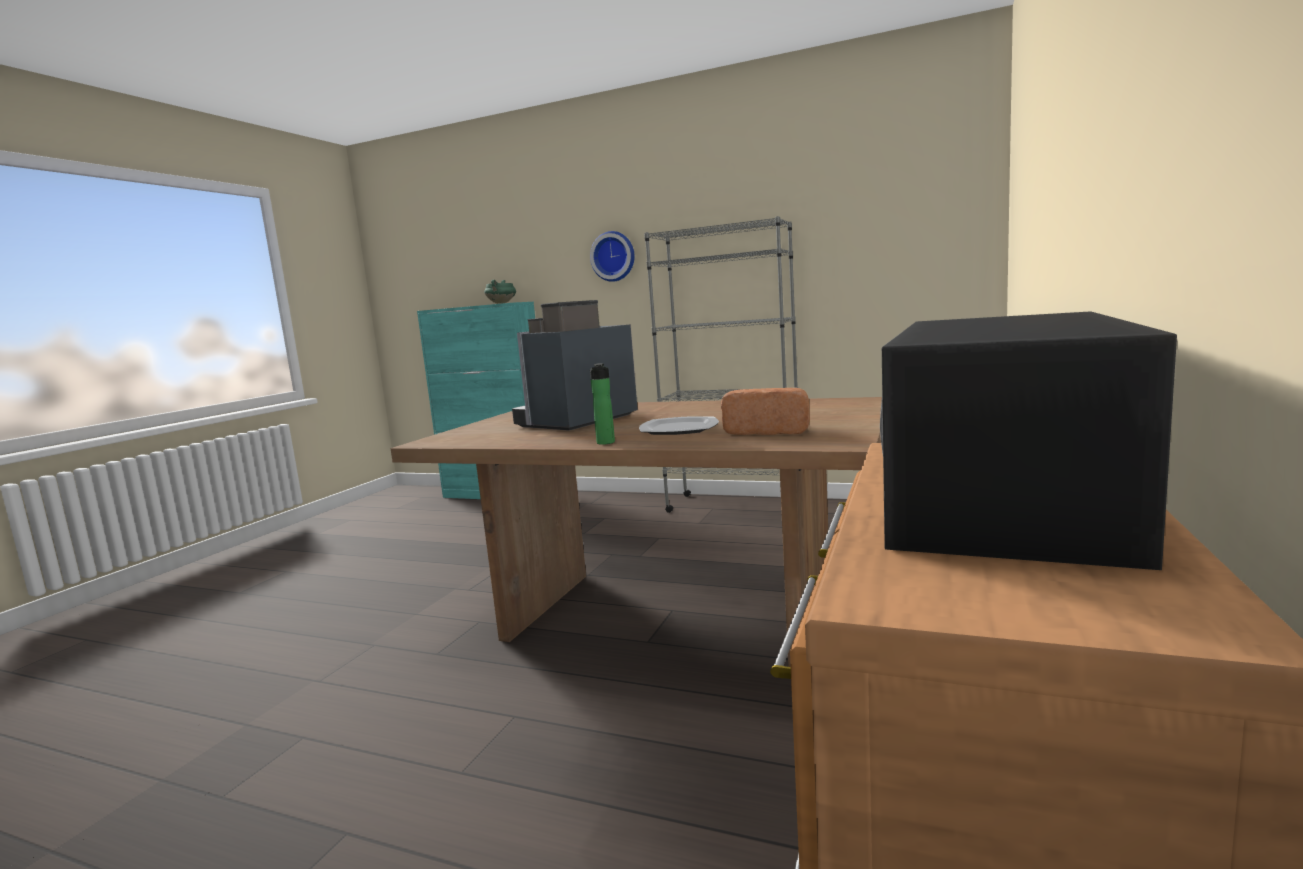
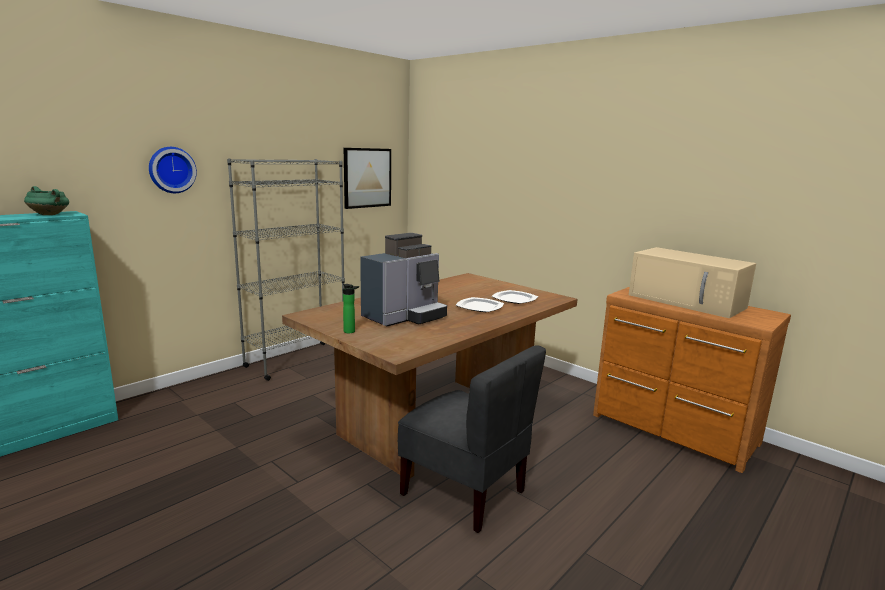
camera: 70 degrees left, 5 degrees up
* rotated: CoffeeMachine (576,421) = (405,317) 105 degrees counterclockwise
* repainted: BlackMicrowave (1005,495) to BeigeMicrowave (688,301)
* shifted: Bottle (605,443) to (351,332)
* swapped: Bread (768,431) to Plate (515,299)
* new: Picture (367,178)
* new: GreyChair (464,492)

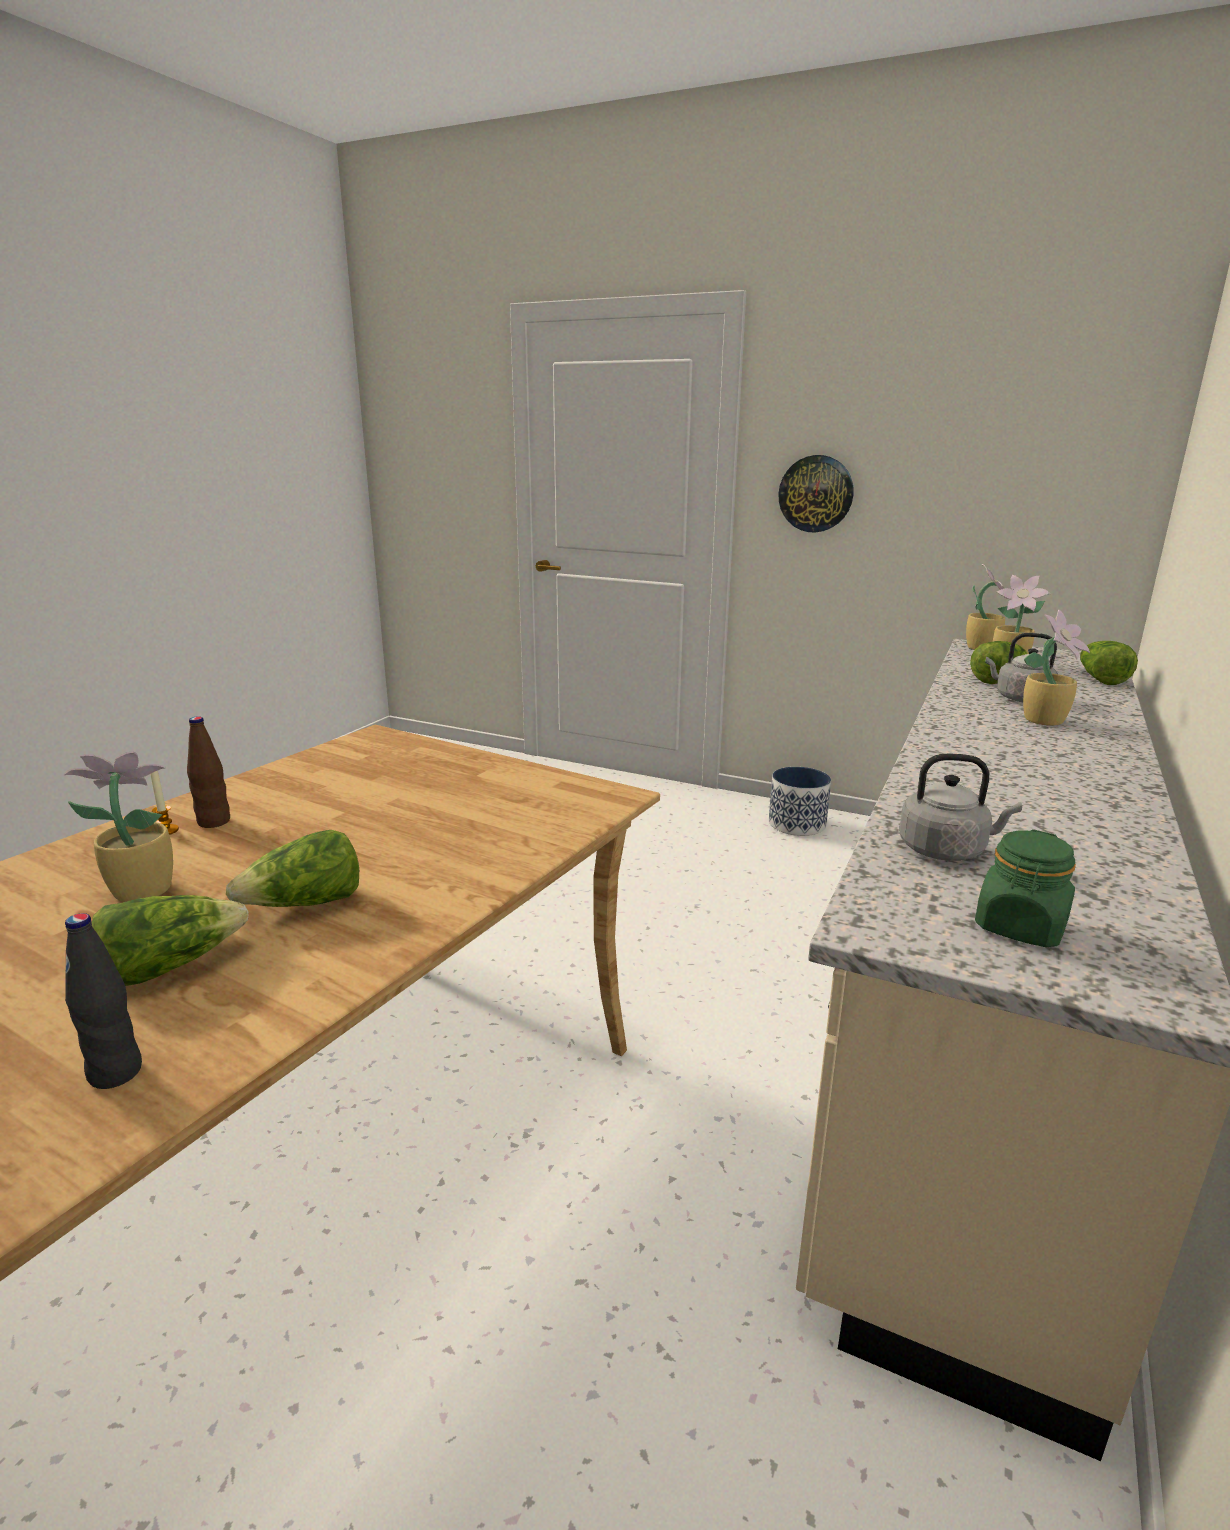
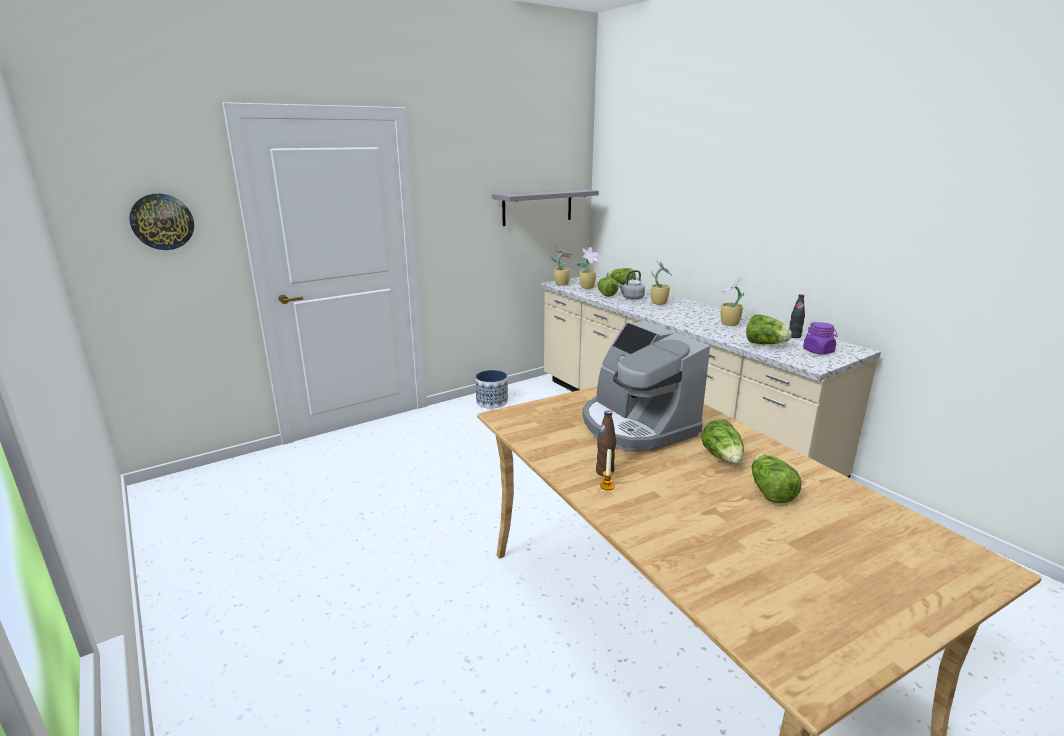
camera: 60 degrees left, 0 degrees up
* shifted: WallClock (816,494) to (162,221)
* shifted: PottedPlant (140,891) to (729,324)
* swapped: GreyKettle (946,850) to Lettuce (764,344)
* repainted: GreenJar (1020,927) to PurpleJar (818,351)
* shifted: BlackBottle (115,1073) to (794,336)
* new: GreyShelf (537,207)
* new: CoffeeMachine (636,426)

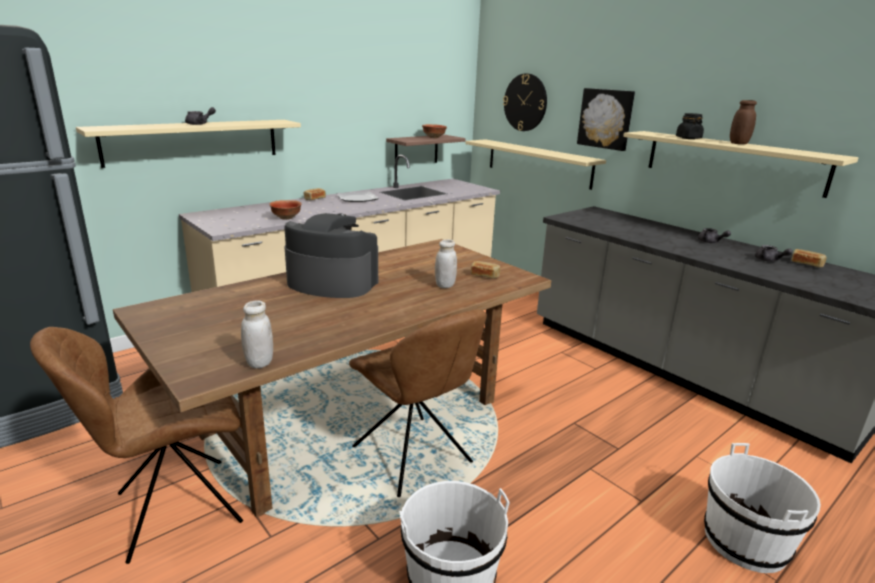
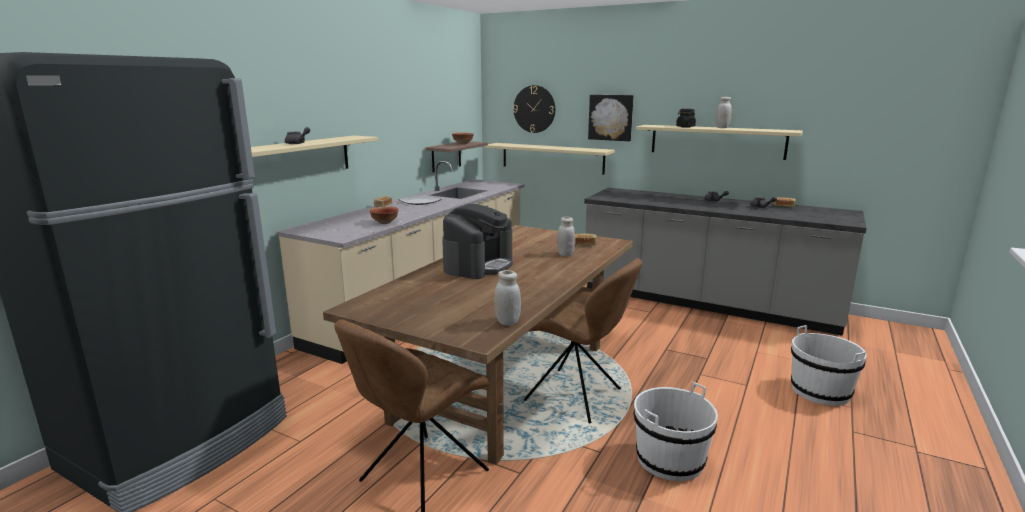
camera: 20 degrees left, 5 degrees down
* repainted: BrownJar (738,143) to WhiteJar (722,128)
* rotated: CoffeeMachine (331,283) = (478,265) 120 degrees clockwise

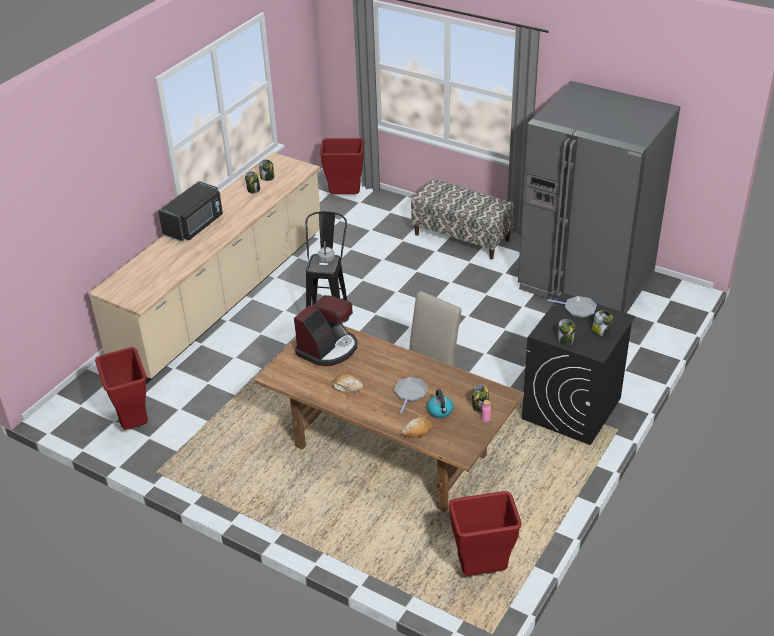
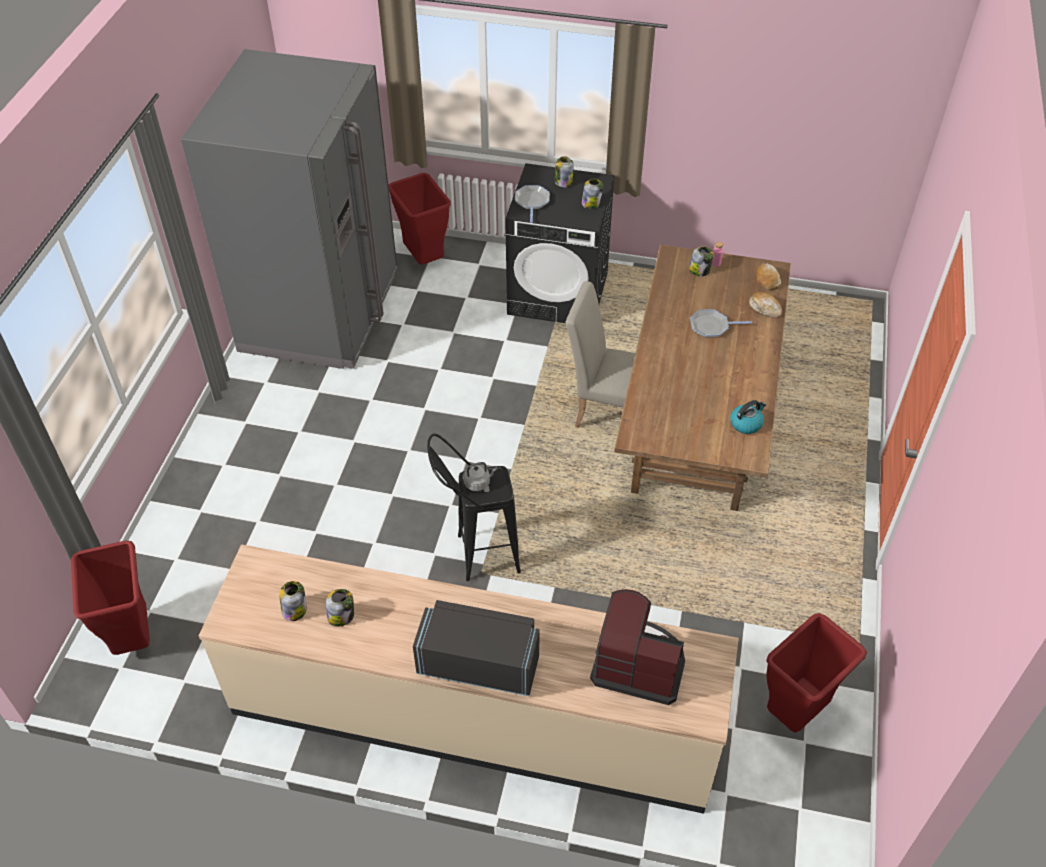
camera: 110 degrees left, 10 degrees up
* gone: Bench (462,237)
* shifted: CoffeeMachine (328,348) to (638,664)
* shifted: Bread (347,386) to (767,280)
* shifted: Kettle (440,411) to (746,423)
* shifted: RedTrashCan (481,571) to (425,260)

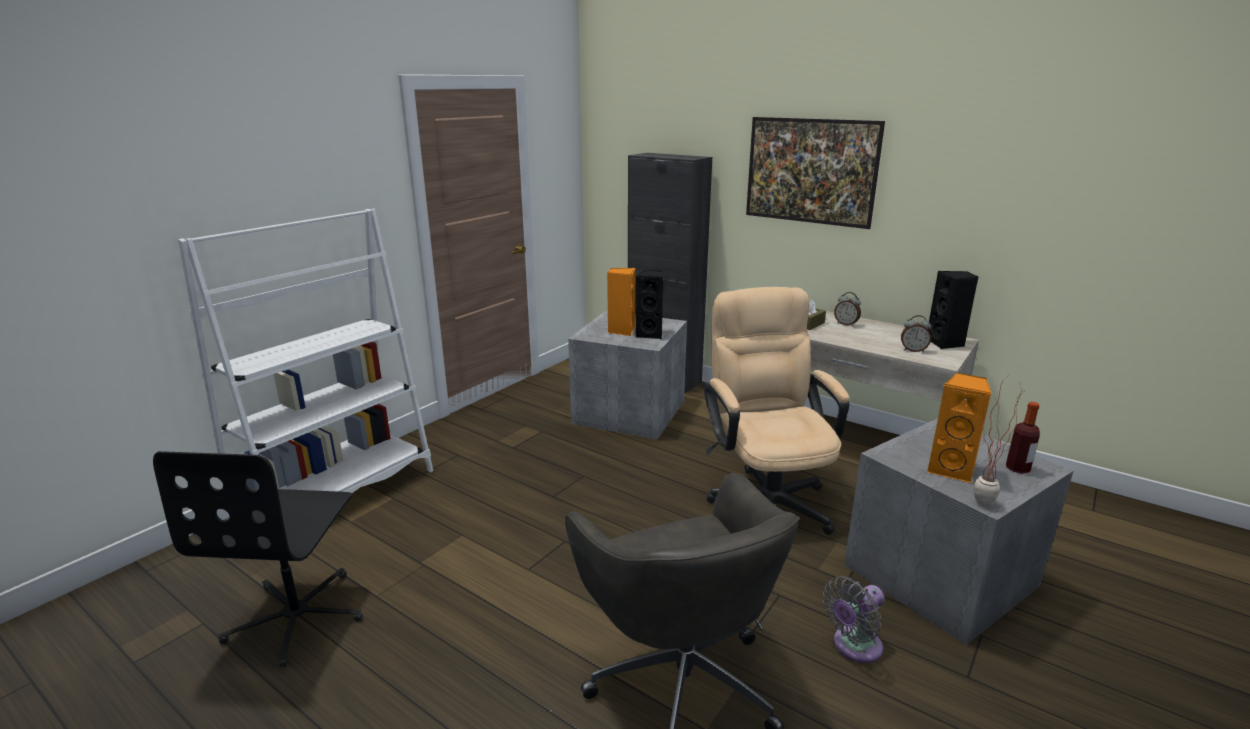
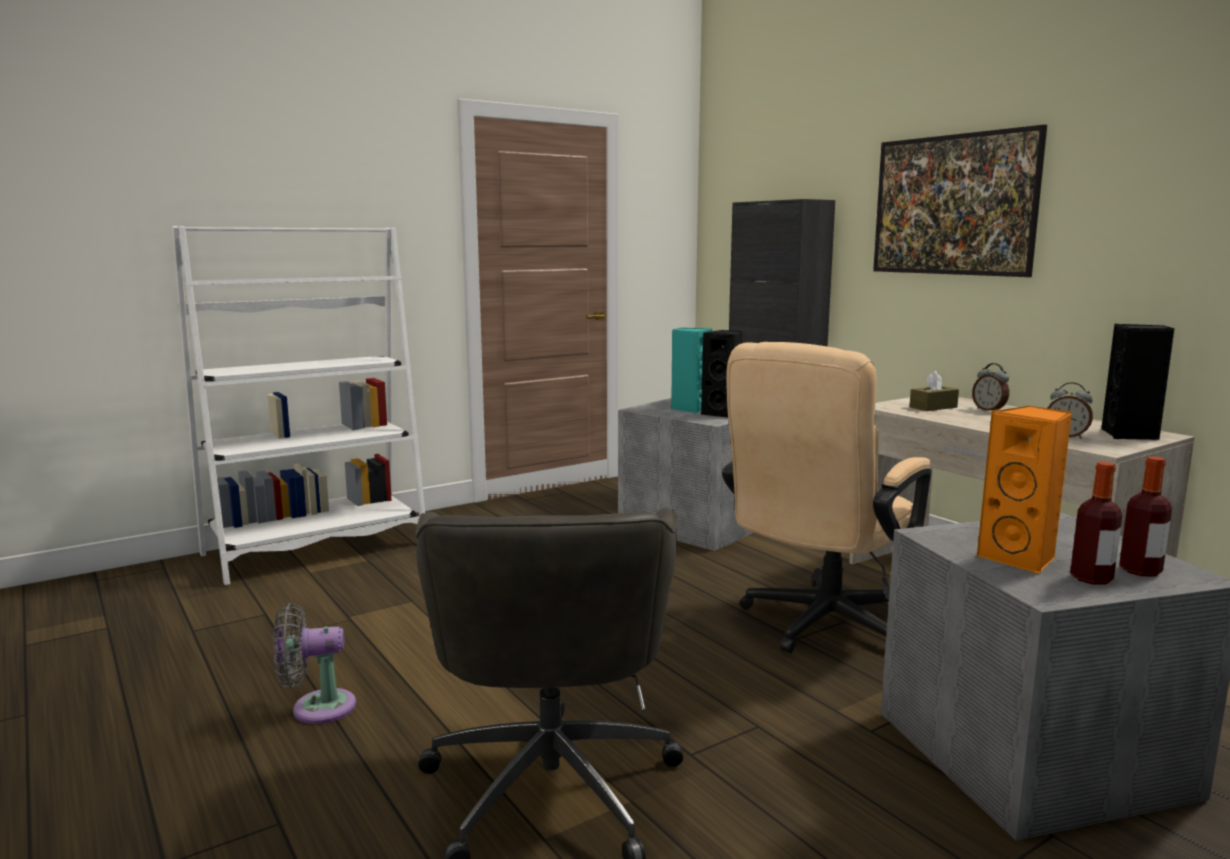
camera: 20 degrees right, 10 degrees down
* repainted: OrangeSpeaker (621,330) to TurquoiseSpeaker (690,408)
* rotated: BeigeOfficeChair (766,497) = (819,626) 150 degrees counterclockwise
* gone: PottedPlant (976,504)
* gone: BlackOfficeChair (298,616)
* shifted: GreyFan (854,646) to (317,708)
* new: Bottle (1091,578)

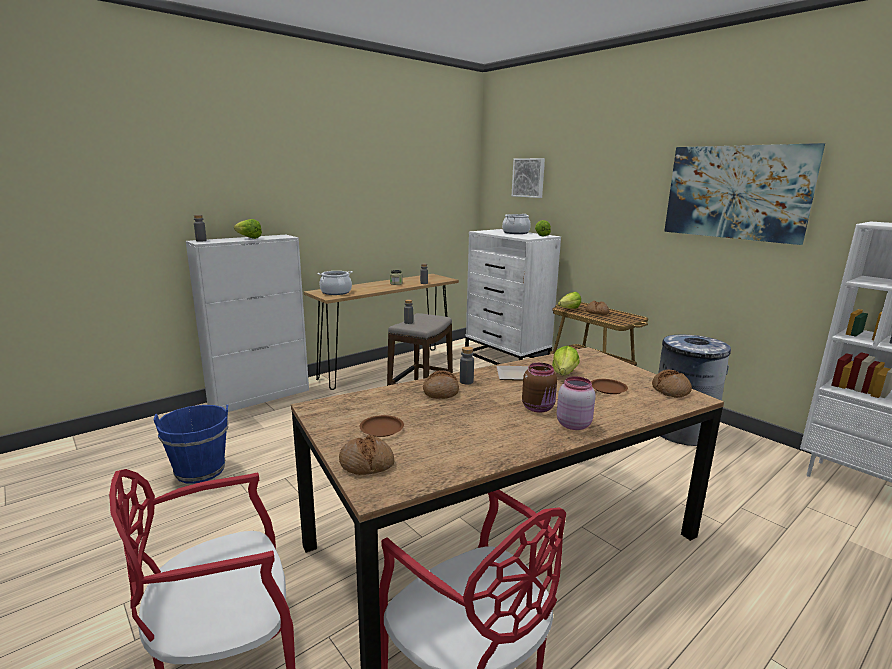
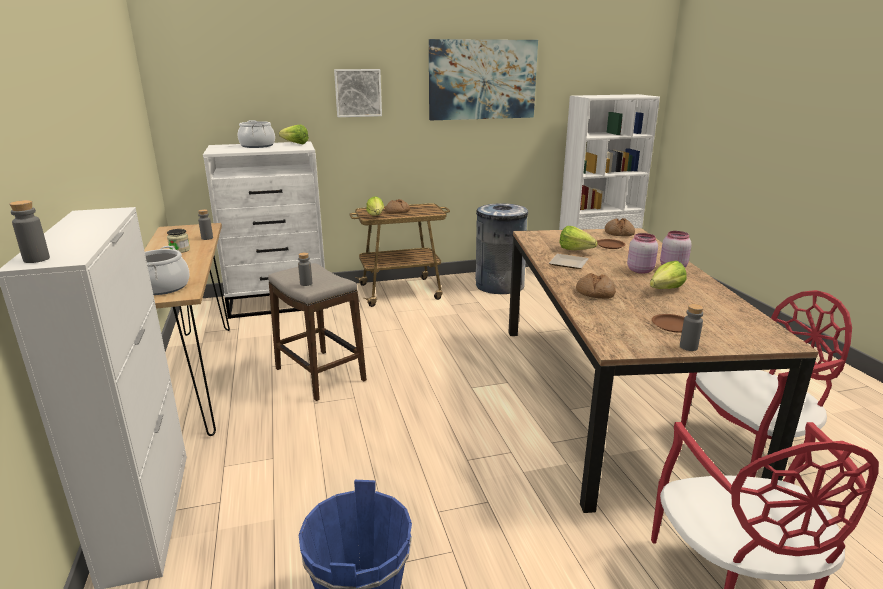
camera: 65 degrees left, 5 degrees up
* shifted: Picture (529,178) to (358,93)
* shifted: Lettuce (247,238) to (662,290)
* shifted: GreyBottle (466,381) to (688,347)
* repainted: BrownJar (539,408) to PinkJar (640,270)
* gone: Bread (366,463)

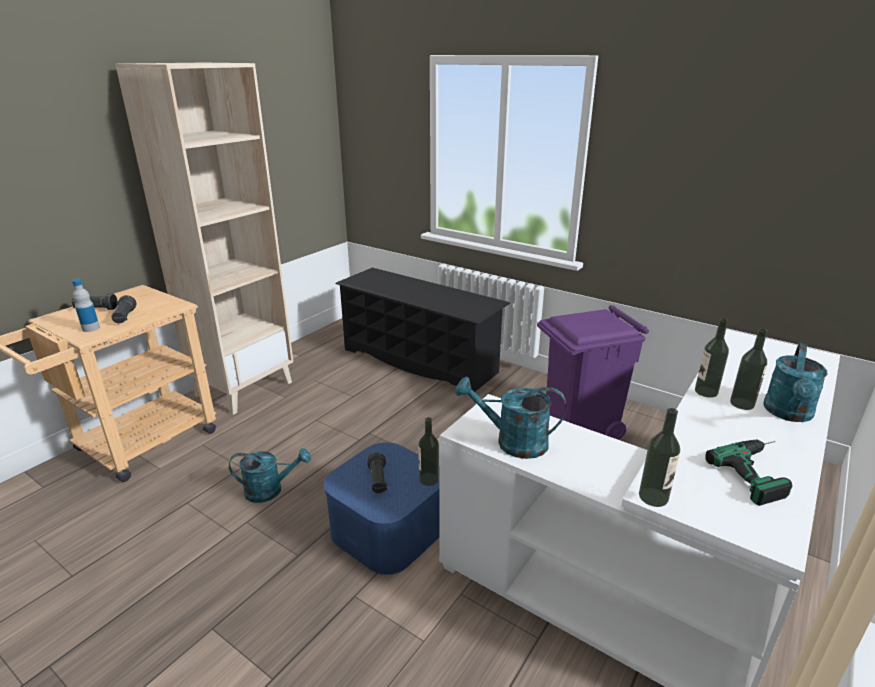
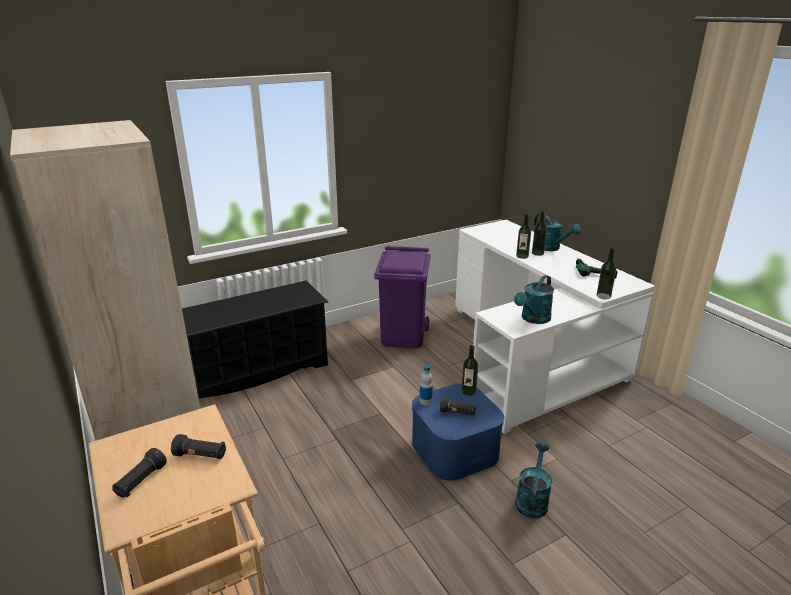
camera: 65 degrees left, 0 degrees up
* shifted: Bottle (91,328) to (425,401)
* shifted: TurquoiseWateringCan (270,490) to (532,499)

